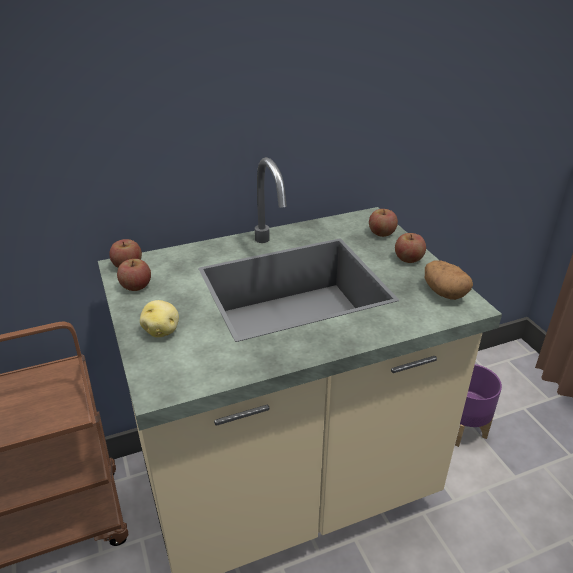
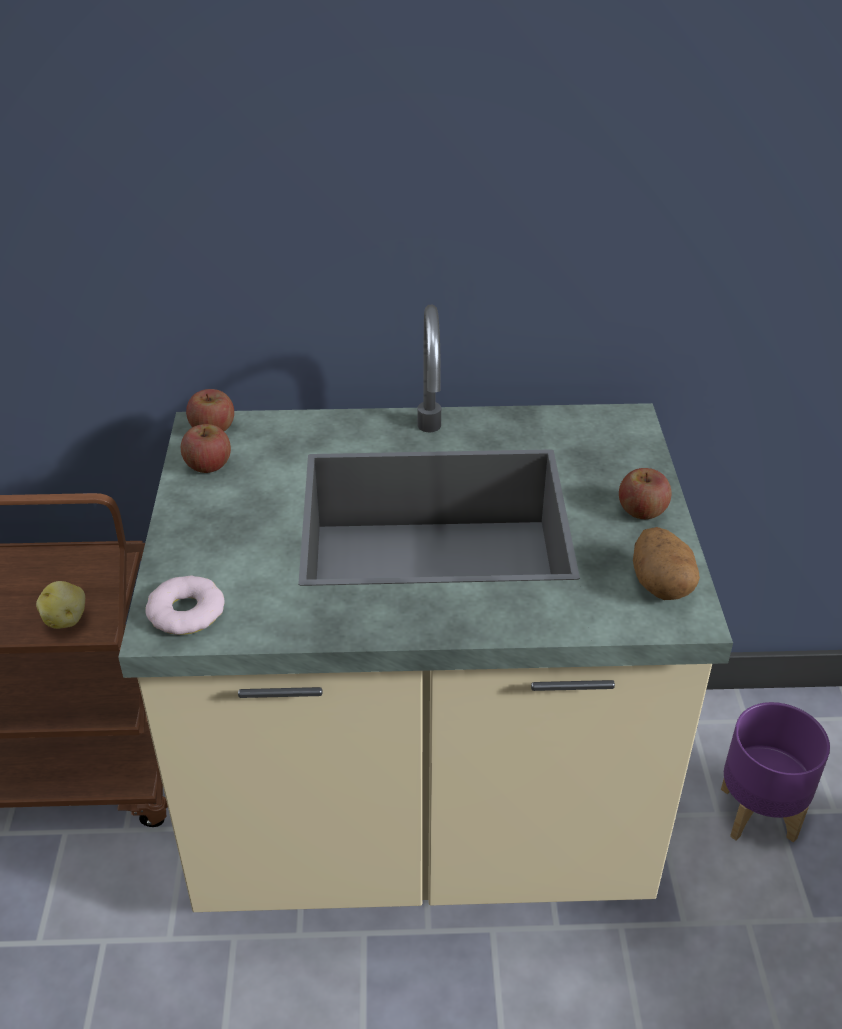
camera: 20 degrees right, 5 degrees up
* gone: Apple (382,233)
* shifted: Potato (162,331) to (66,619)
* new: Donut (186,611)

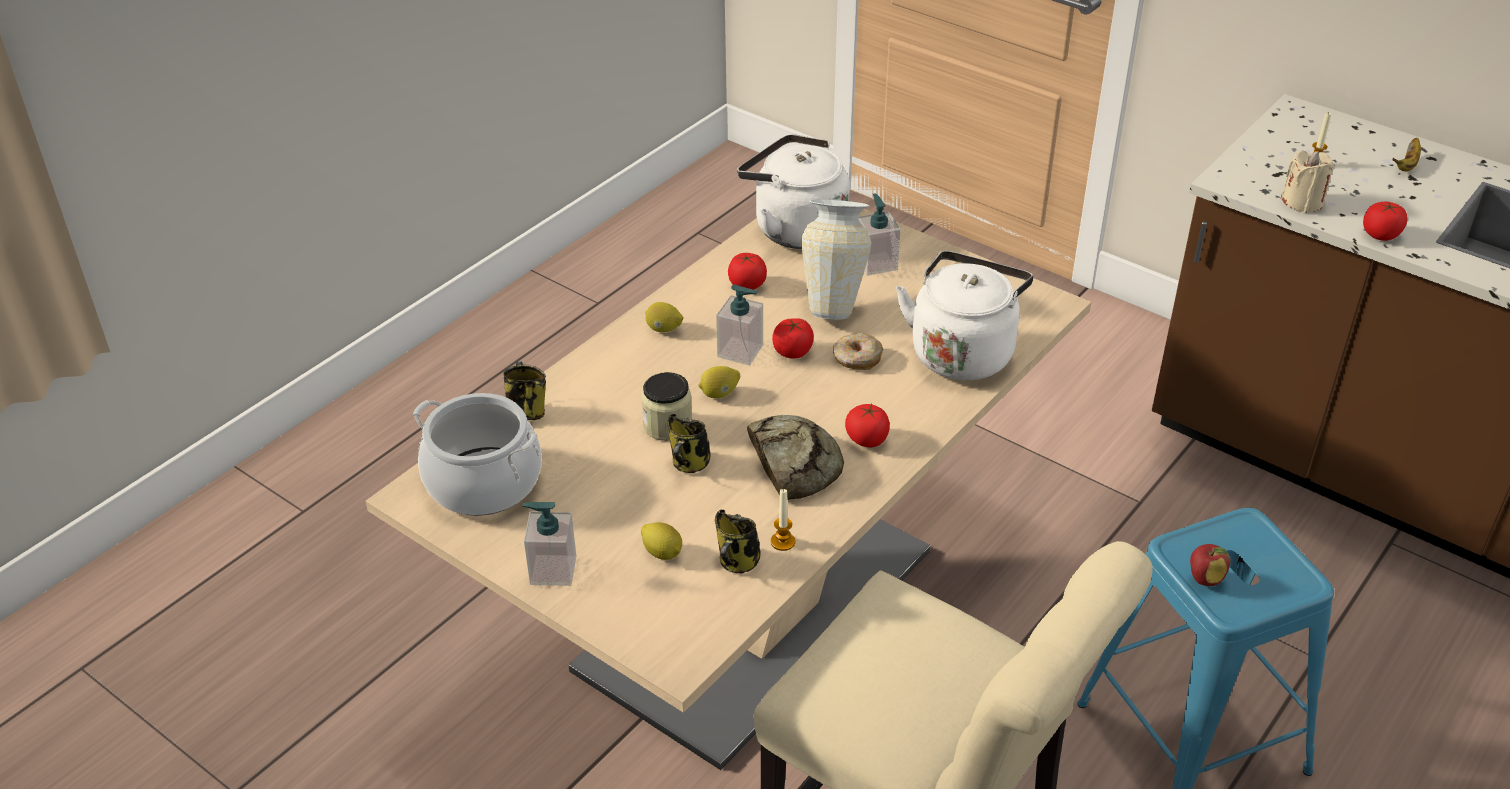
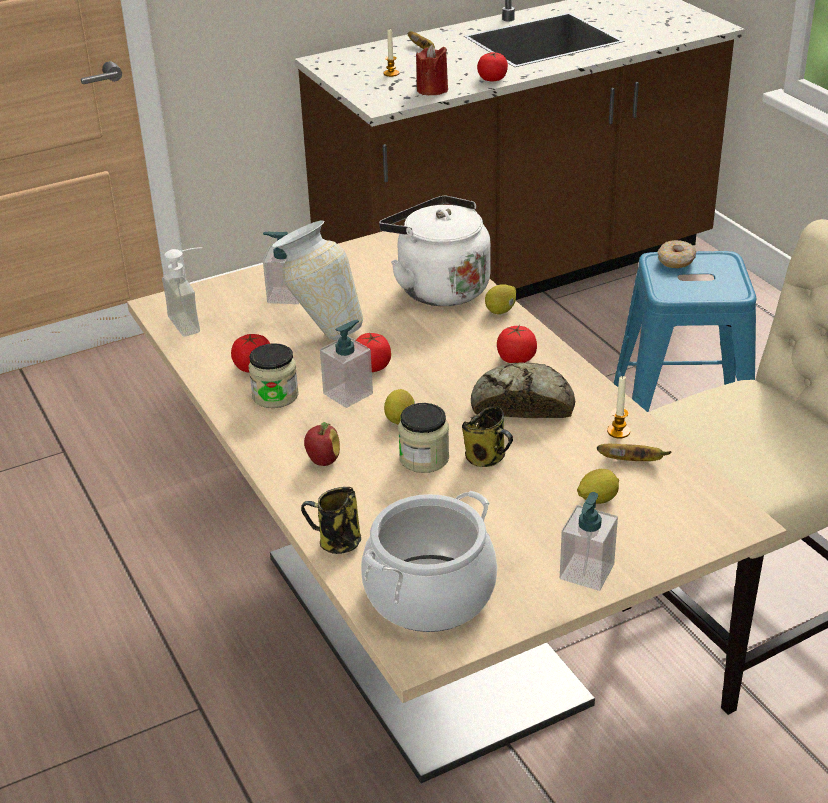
camera: 65 degrees left, 5 degrees down
* swapped: WhiteKettle (795,228) to SoapDispenser (193,322)
* repainted: BeigeCandle (1302,202) to RedCandle (432,90)
* shifted: Lemon (663,329) to (501,311)
* shifted: Donut (857,359) to (676,261)
* swapped: Mug (737,563) to Banana (632,461)
* shifted: Apple (1205,579) to (323,461)
* new: Jar (275,395)

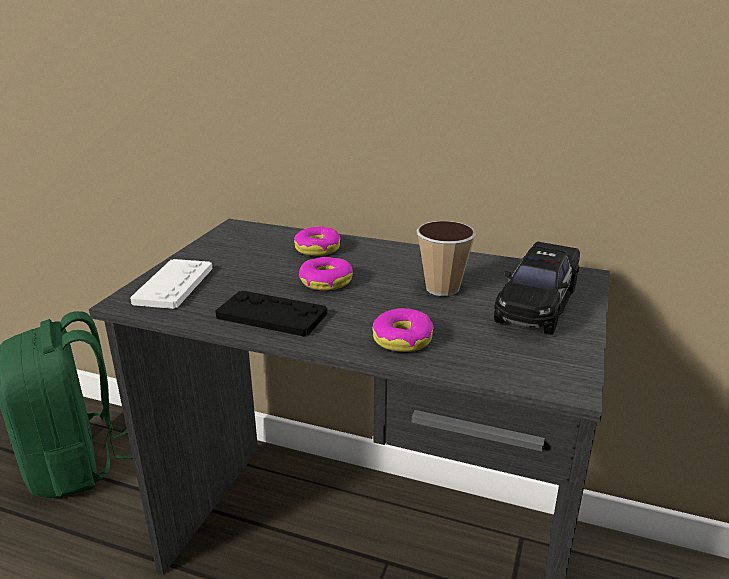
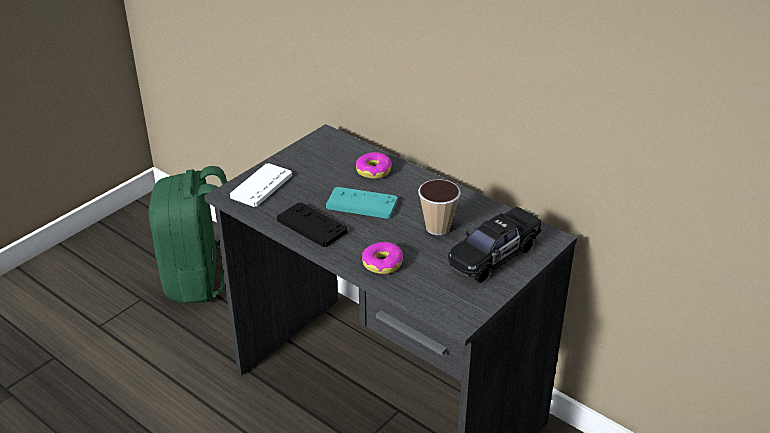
camera: 20 degrees right, 10 degrees up
* swapped: Donut (325,281) to TurquoiseGameController (362,204)

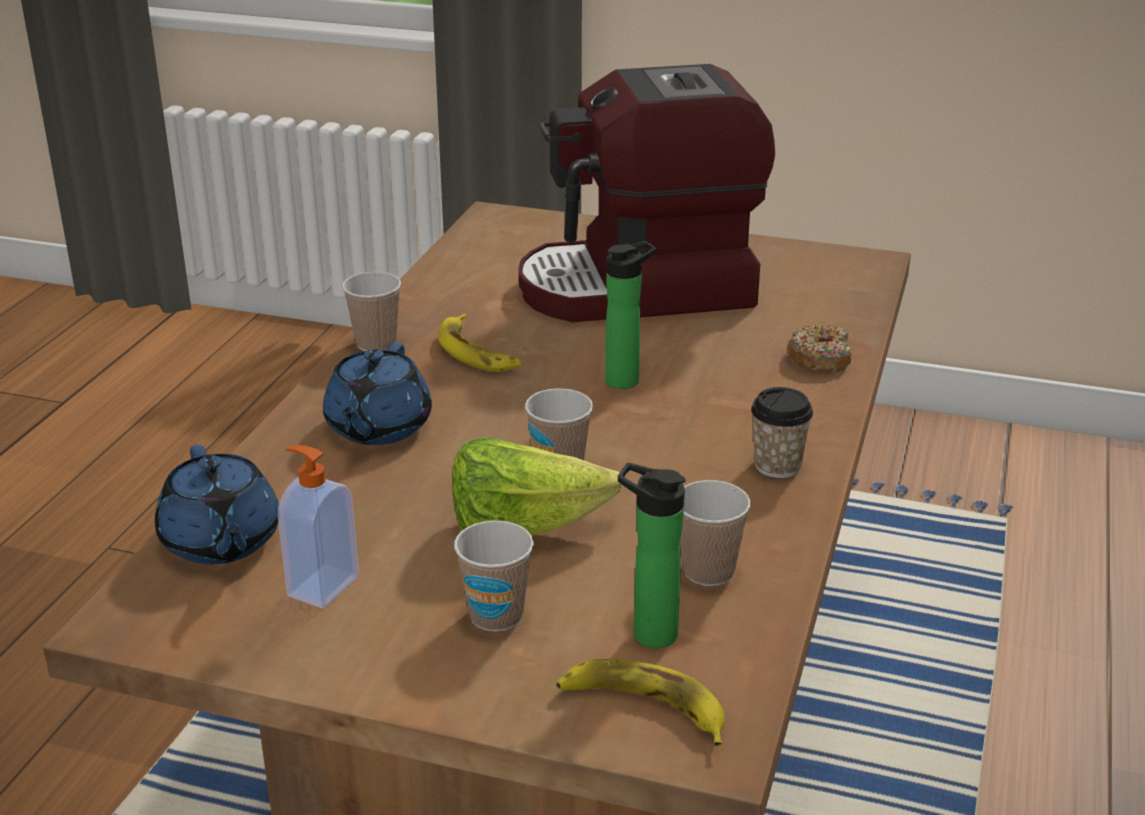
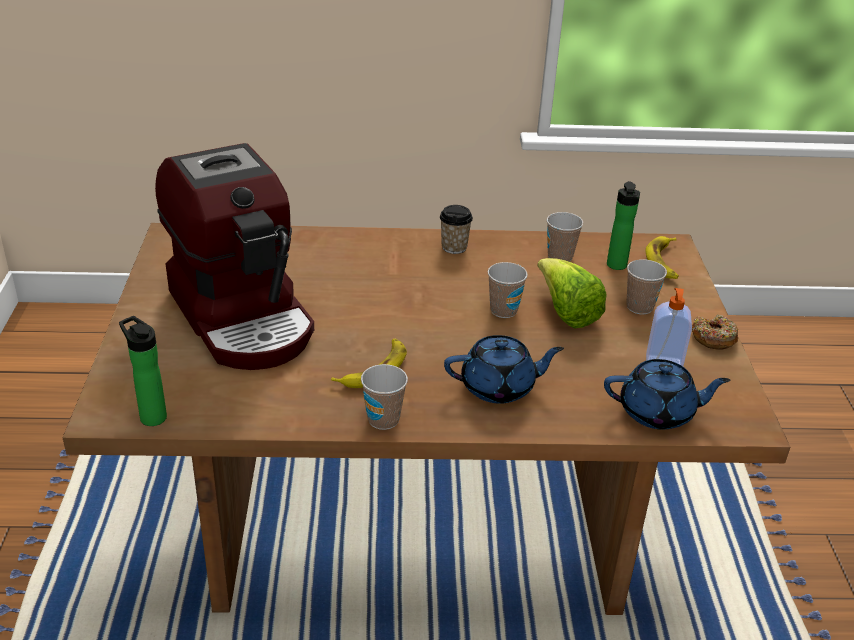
camera: 110 degrees left, 5 degrees up
* shifted: Bottle (627,380) to (151,416)
* shifted: Donut (819,359) to (713,338)
* rotated: BlueTeapot (221,542) = (658,413) 45 degrees clockwise

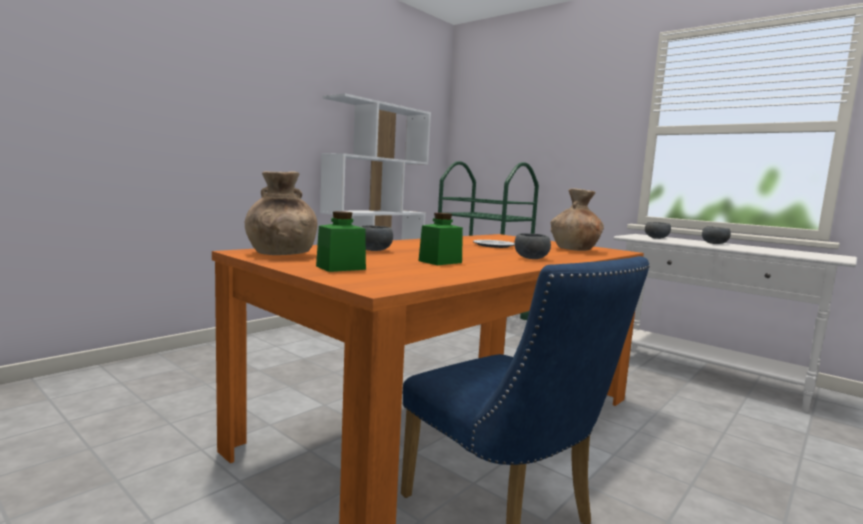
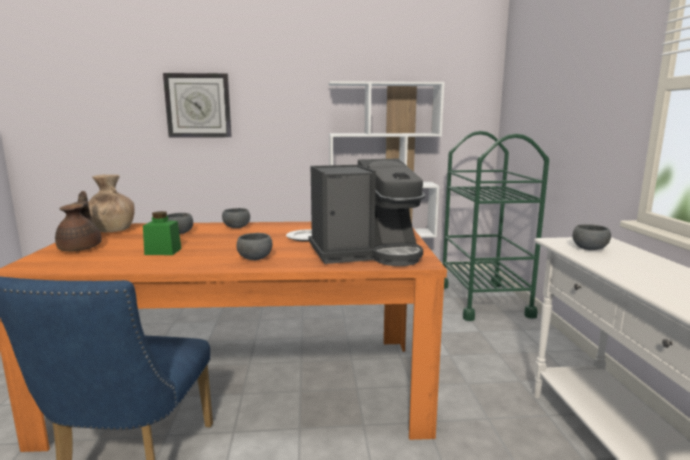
camera: 45 degrees right, 5 degrees up
* swapped: BrownVase (574,250) to CoffeeMachine (367,253)
* swapped: GreenJar (340,268) to BrownTeapot (81,248)
* shifted: GreyBowl (715,244) to (236,227)
* new: WallClock (198,105)

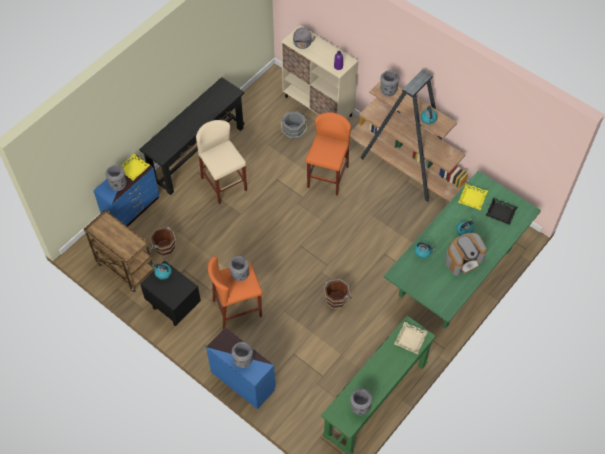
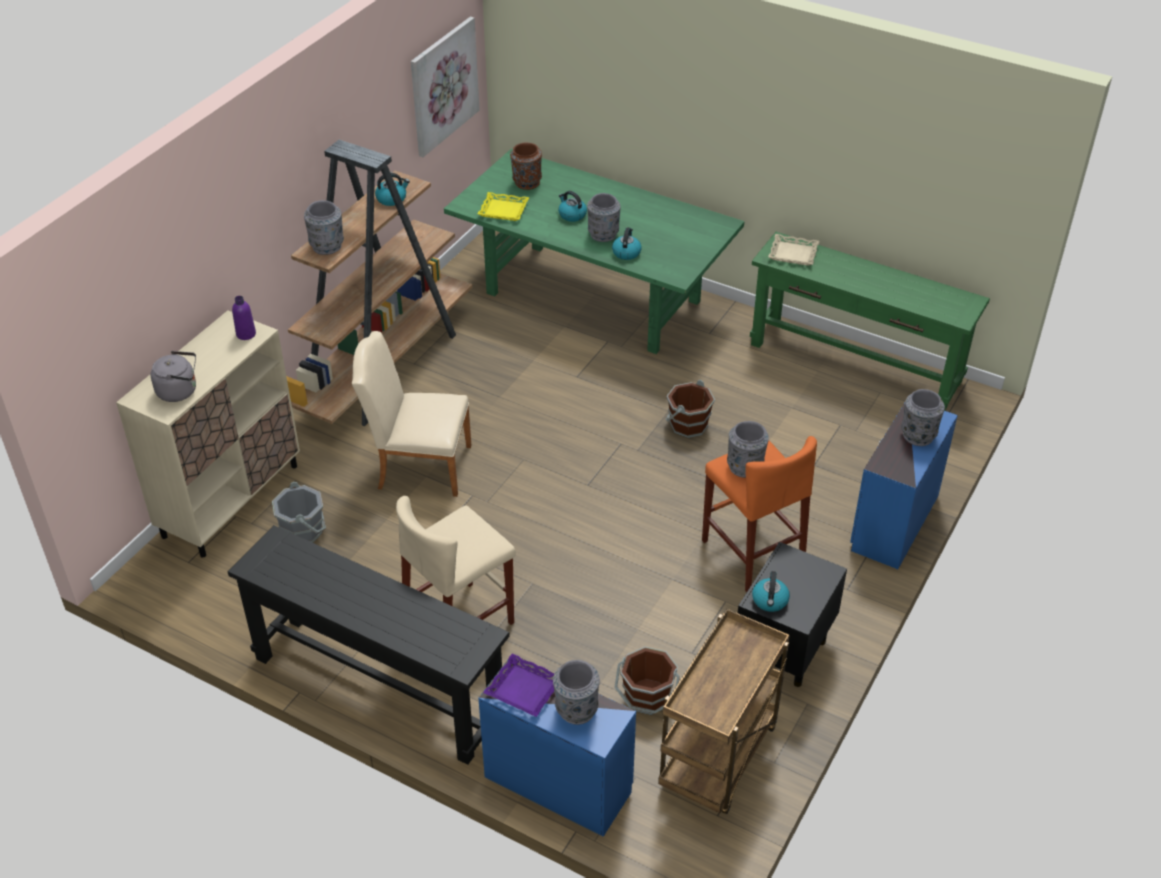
camera: 100 degrees left, 15 degrees down
* swapped: OrangeStool (327,177) to BeigeChair (417,465)
* repainted: YellowTray (133,168) to PurpleTray (523,690)
* swapped: BlackTray (500,213) to BrownVase (526,183)
* gone: CoffeeMachine (463,259)
* shifted: GreyVase (360,407) to (603,235)
* new: Picture (444,86)

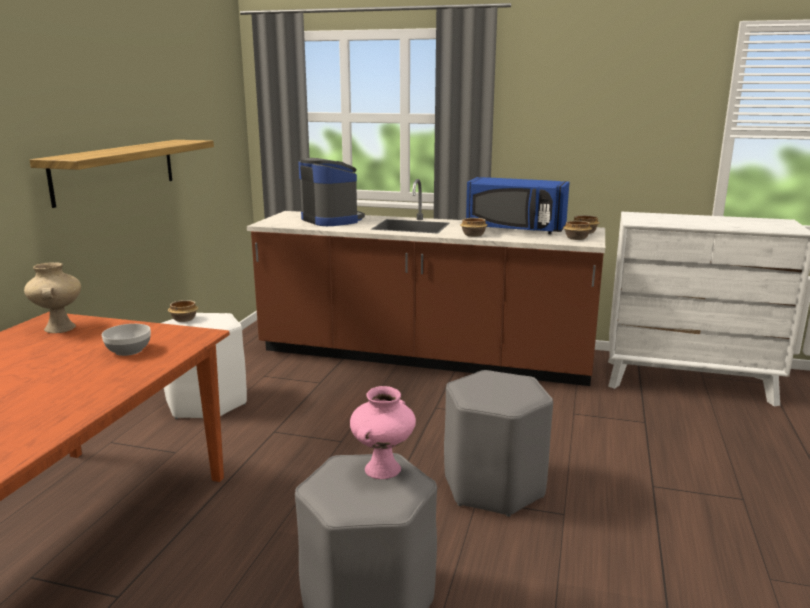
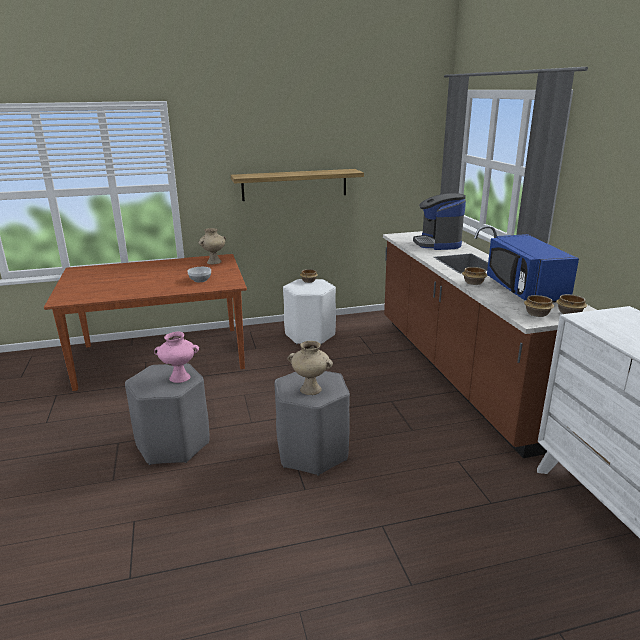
camera: 60 degrees right, 5 degrees up
* rotated: CoffeeMachine (331,220) = (437,243) 150 degrees clockwise
* new: BeigeVase (311,389)

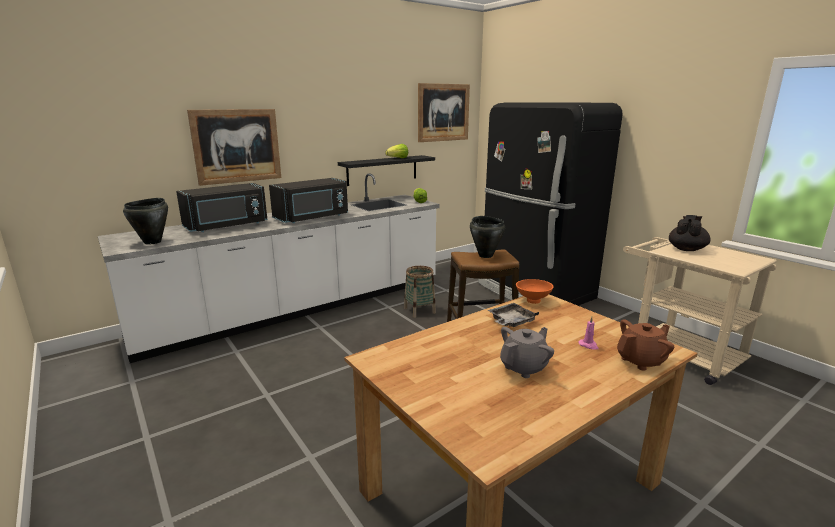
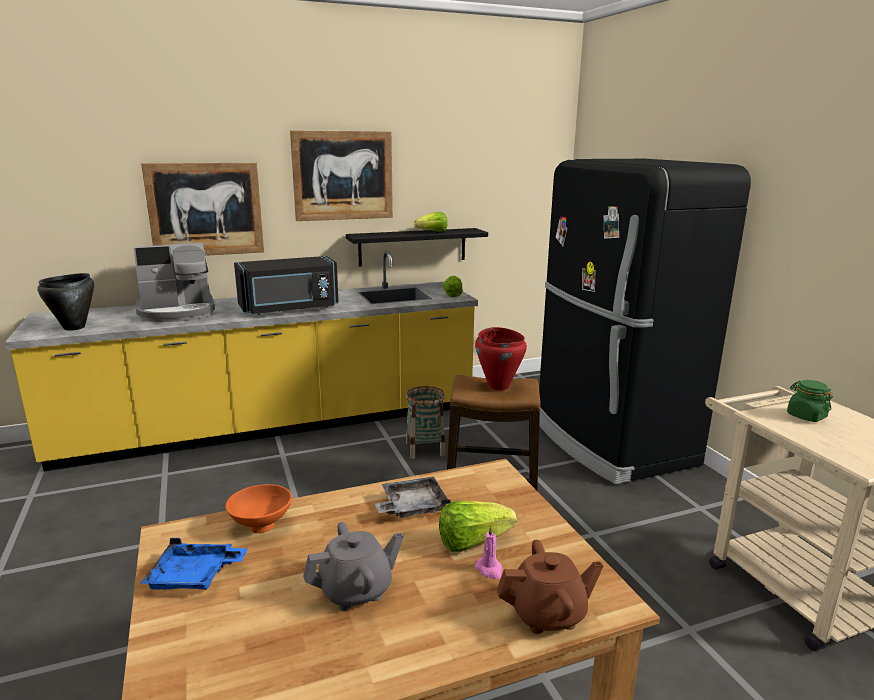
camera: 15 degrees right, 0 degrees up
* shifted: Picture (443,112) to (343,176)
* repainted: WhiteCounter (299,308) to YellowCounter (275,425)
* swapped: BlackMicrowave (227,226) to CoffeeMachine (178,312)
* swapped: BlackTeapot (686,249) to GreenJar (806,416)
* repainted: BlackCookingPot (485,255) to RedCookingPot (499,386)
* shifted: OrangeBowl (532,301) to (259,526)
* new: Lettuce (472,542)
* new: BlueTray (195,576)

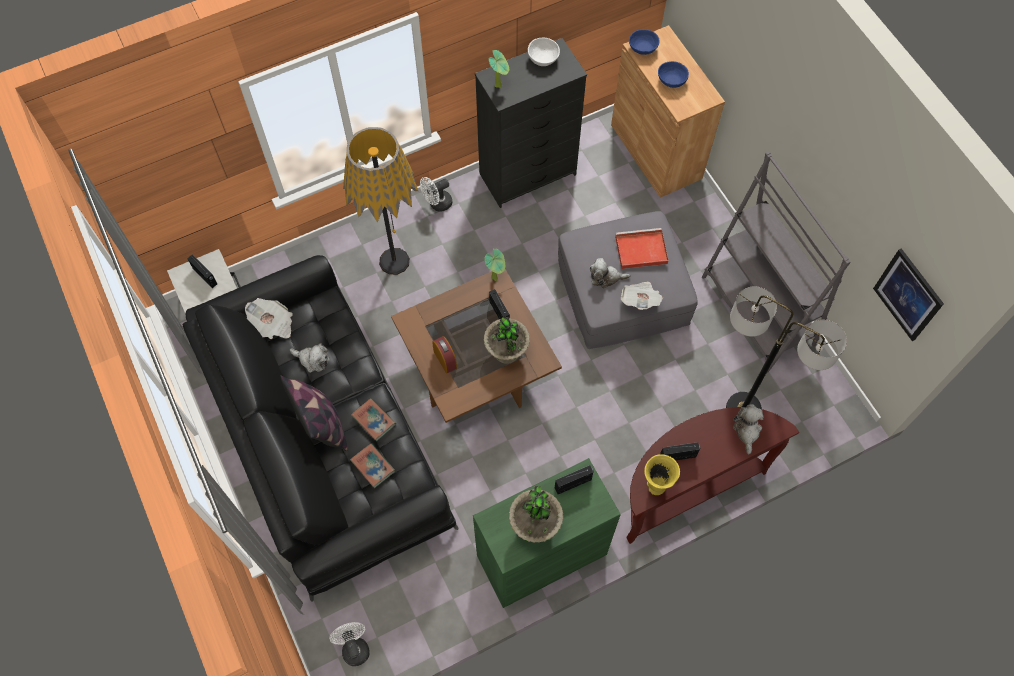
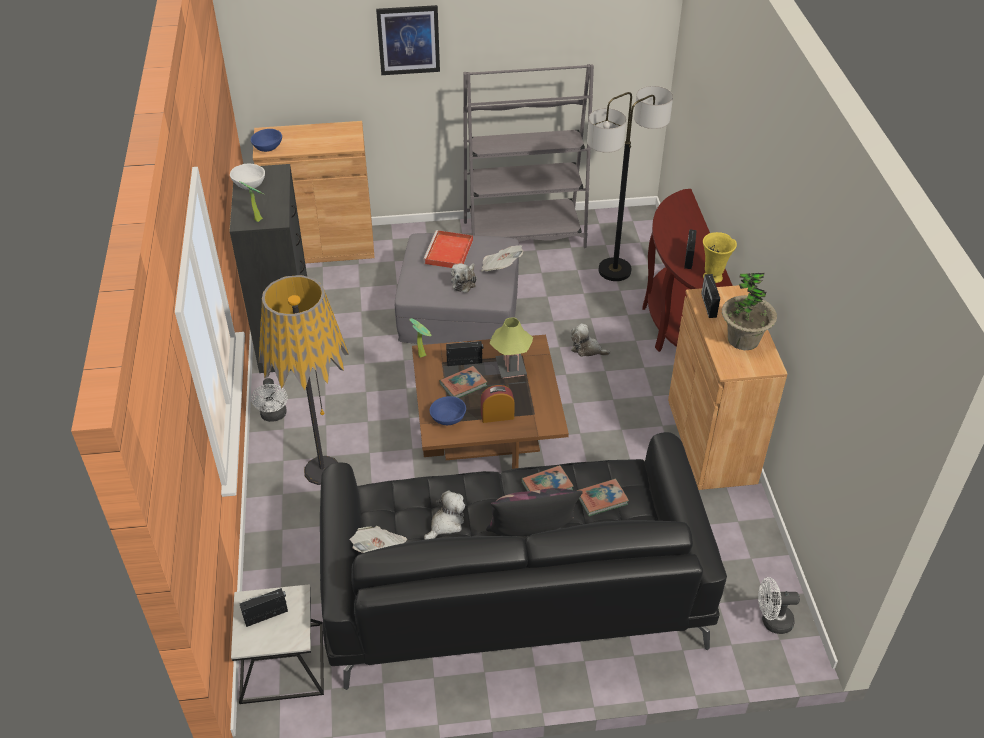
camera: 70 degrees left, 20 degrees down
* shifted: BlueBowl (672,81) to (449,418)
* shifted: Picture (908,295) to (408,40)
* swapped: PottedPlant (506,351) to TableLamp (511,368)
* shifted: PlushToy (747,430) to (587,349)
* repainted: GreenCabinet (541,555) to BrownCabinet (711,440)
* new: Book (463,385)

